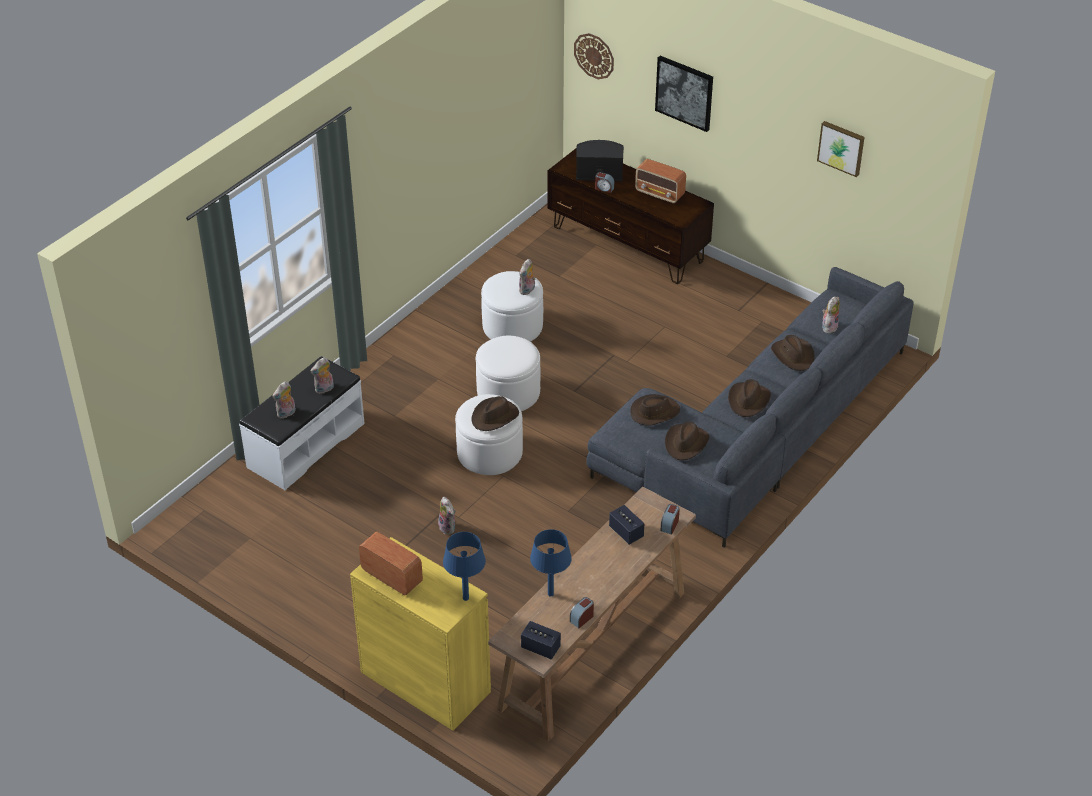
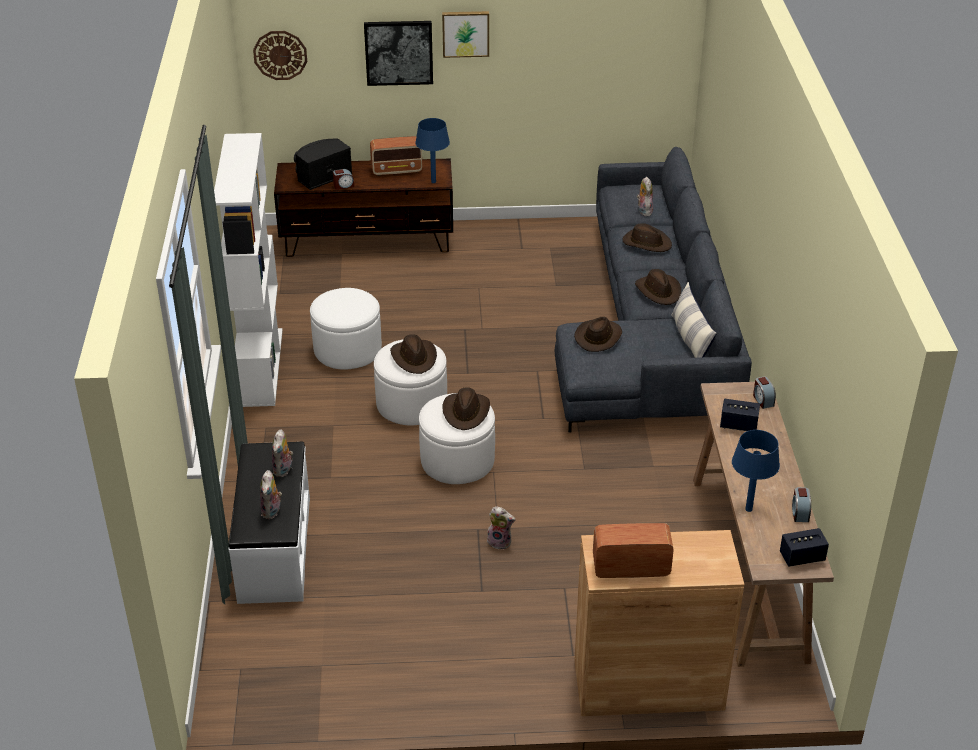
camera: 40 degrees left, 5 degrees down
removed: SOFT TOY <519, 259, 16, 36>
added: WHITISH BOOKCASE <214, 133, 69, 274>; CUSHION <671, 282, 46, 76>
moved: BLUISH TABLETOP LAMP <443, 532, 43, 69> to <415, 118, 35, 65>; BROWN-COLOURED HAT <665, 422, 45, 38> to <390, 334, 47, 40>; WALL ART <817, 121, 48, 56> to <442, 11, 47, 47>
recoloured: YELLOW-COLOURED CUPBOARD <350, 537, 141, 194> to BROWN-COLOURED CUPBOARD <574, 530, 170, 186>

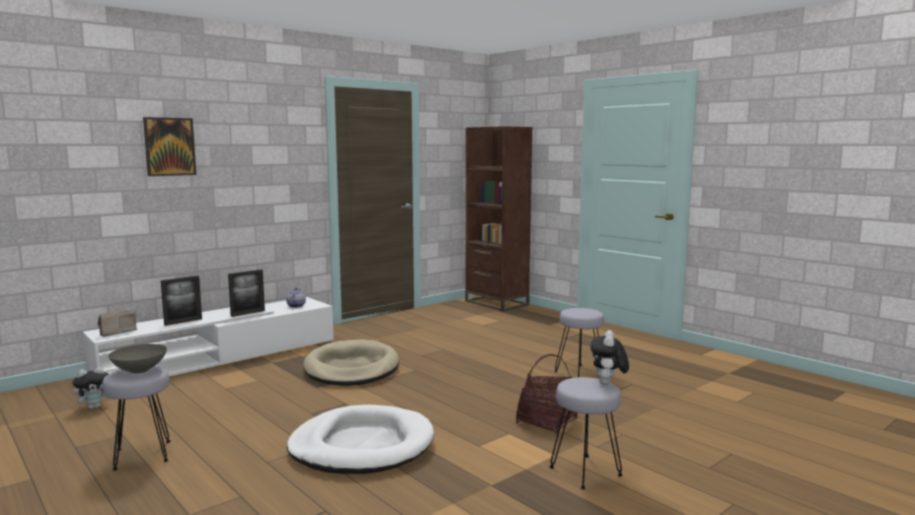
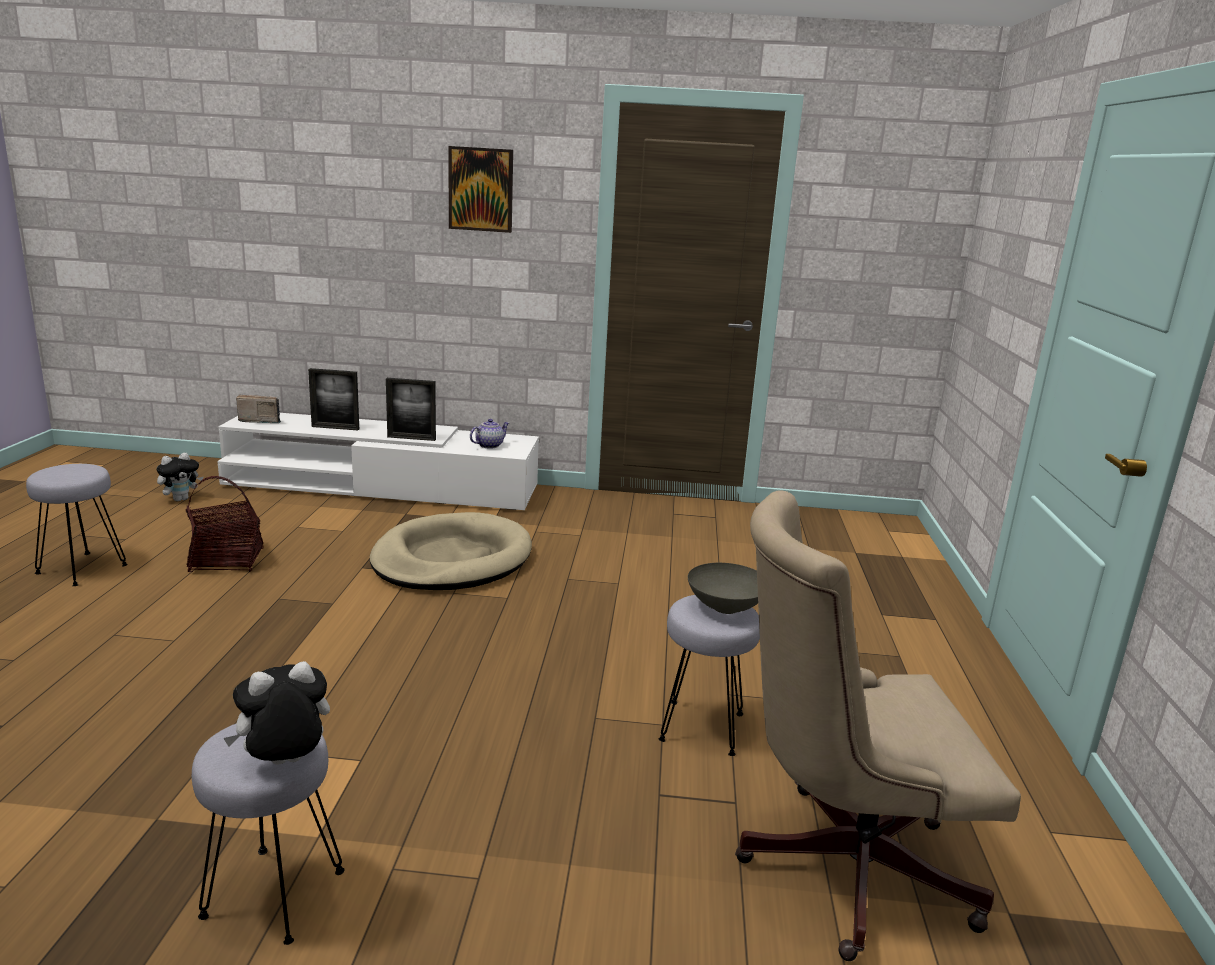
camera: 45 degrees right, 10 degrees up
removed: WHITISH DOG BED <287, 405, 147, 69>; BROWN-COLOURED BOOKCASE <465, 126, 68, 185>
added: BEIGE-COLOURED OFFICE CHAIR <735, 490, 286, 471>
moved: GREYISH BOWL <109, 344, 58, 30> to <688, 563, 70, 51>; WALL ART <143, 117, 53, 59> to <448, 146, 65, 87>; BASKET <516, 354, 62, 79> to <186, 476, 77, 96>
turned: SOFT TOY <73, 367, 36, 42> = <157, 452, 46, 49> 60 degrees counterclockwise

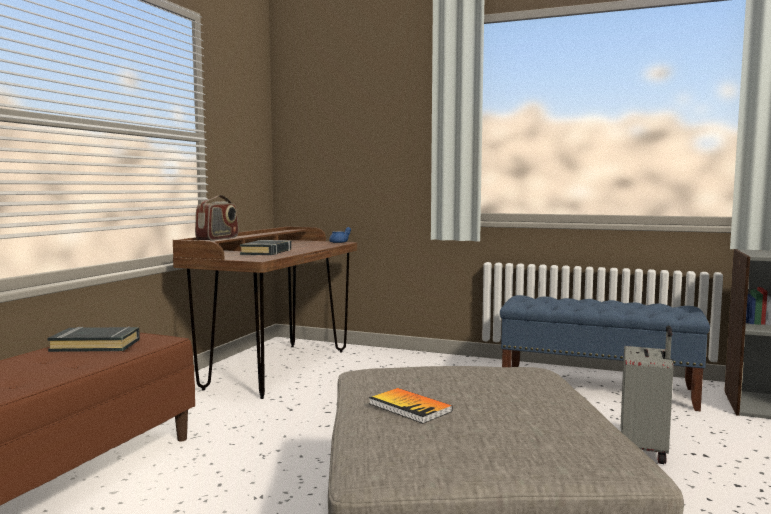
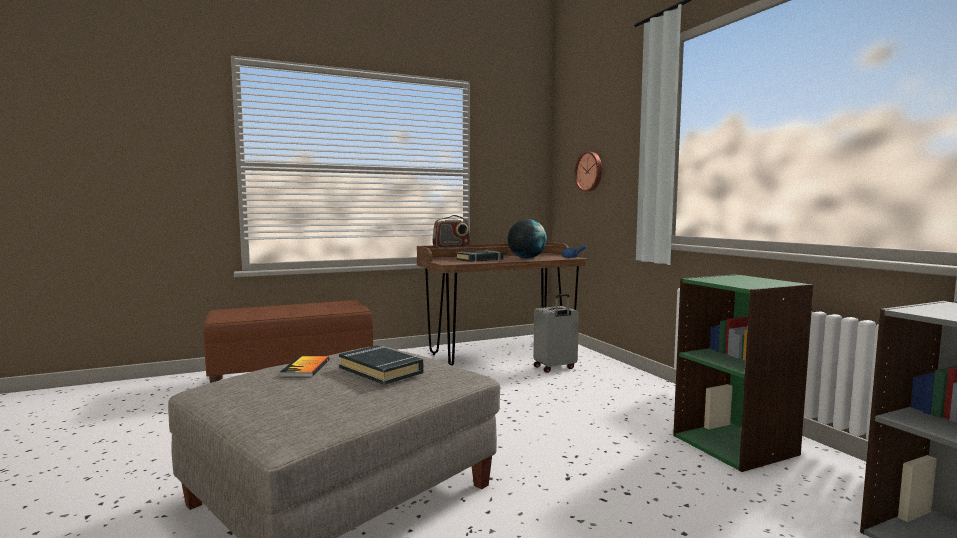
camera: 45 degrees right, 0 degrees up
added: DESK GLOBE <508, 219, 39, 40>; WALL CLOCK <574, 152, 28, 40>
moved: BLACKISH BOOK <47, 326, 93, 26> to <339, 345, 85, 40>; GREYISH SUITCASE <621, 326, 53, 138> to <534, 294, 45, 79>
replaced: BLUISH INDOOR BENCH <500, 295, 210, 116> to GREEN BOOKCASE <673, 274, 141, 198>

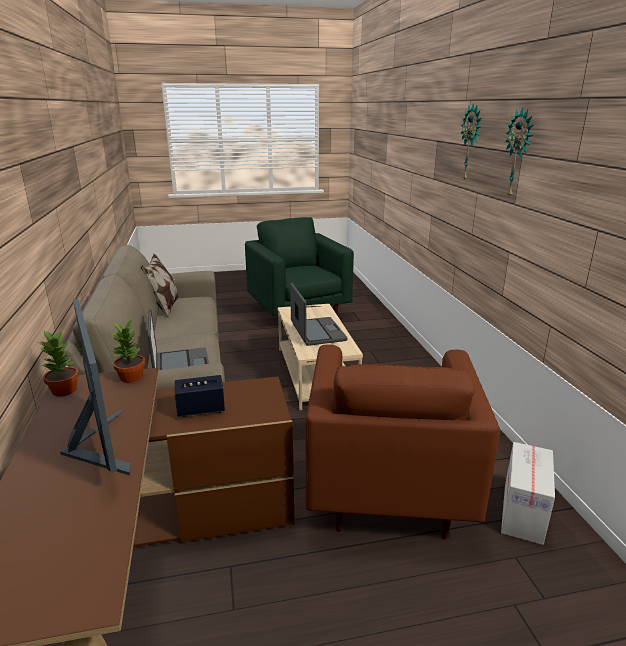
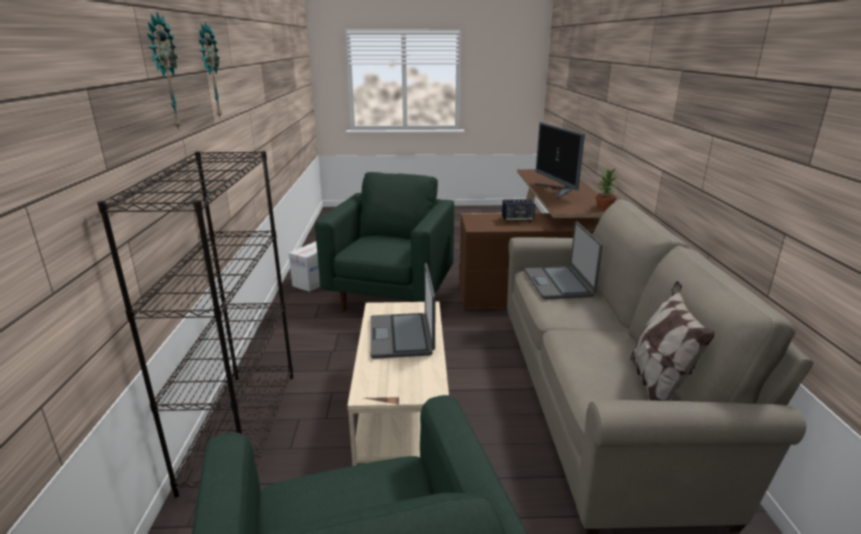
camera: 170 degrees left, 0 degrees up
removed: POTTED PLANT <110, 319, 35, 64>
added: BLACKISH BOOKCASE <97, 151, 196, 346>
recoloured: BROWN-COLOURED LOUNGE CHAIR <305, 344, 195, 195> to GREEN LOUNGE CHAIR <315, 172, 139, 139>

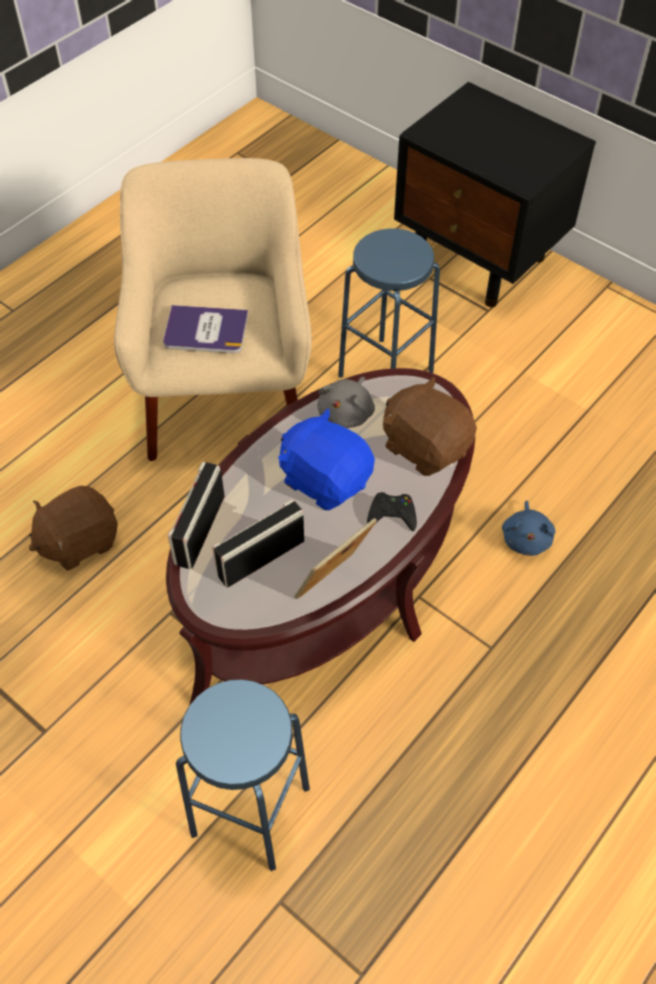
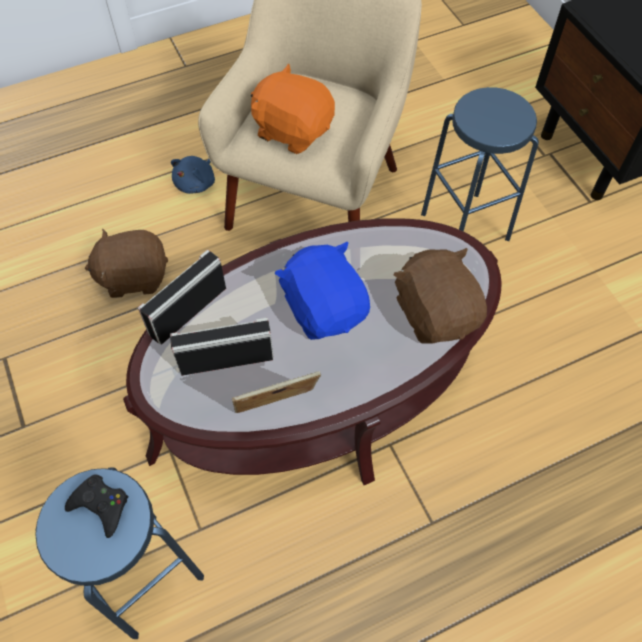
camera: 25 degrees right, 5 degrees up
removed: GREYISH SOFT TOY <317, 377, 58, 51>
moved: BLACKISH GAME CONTROLLER <367, 492, 50, 39> to <65, 474, 63, 64>; BLUISH SOFT TOY <502, 501, 53, 55> to <171, 156, 44, 38>
replaced: BOOK <163, 305, 85, 48> to ORANGEY SOFT TOY <251, 64, 84, 90>

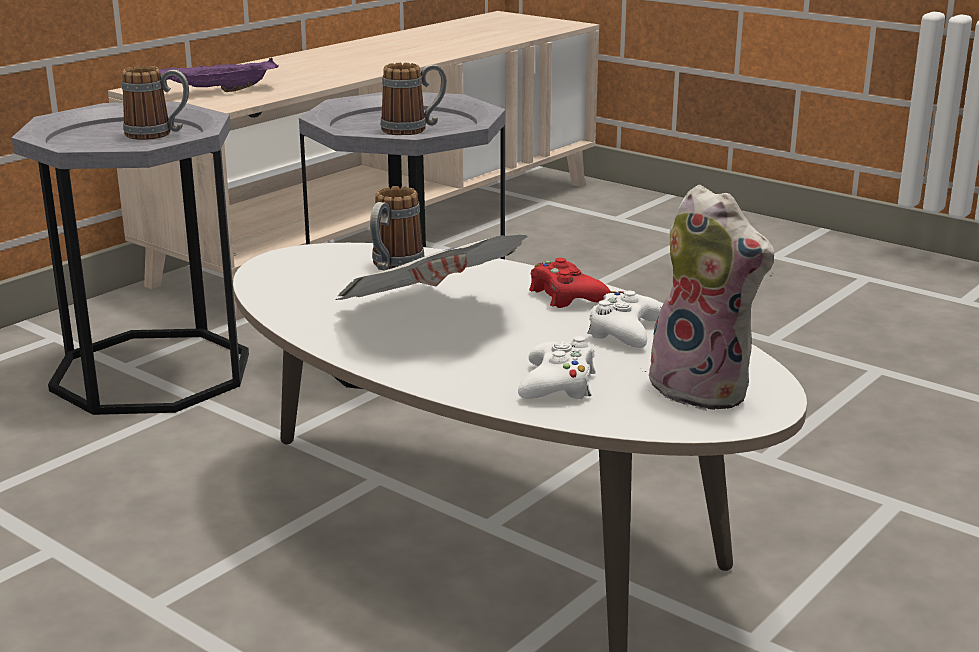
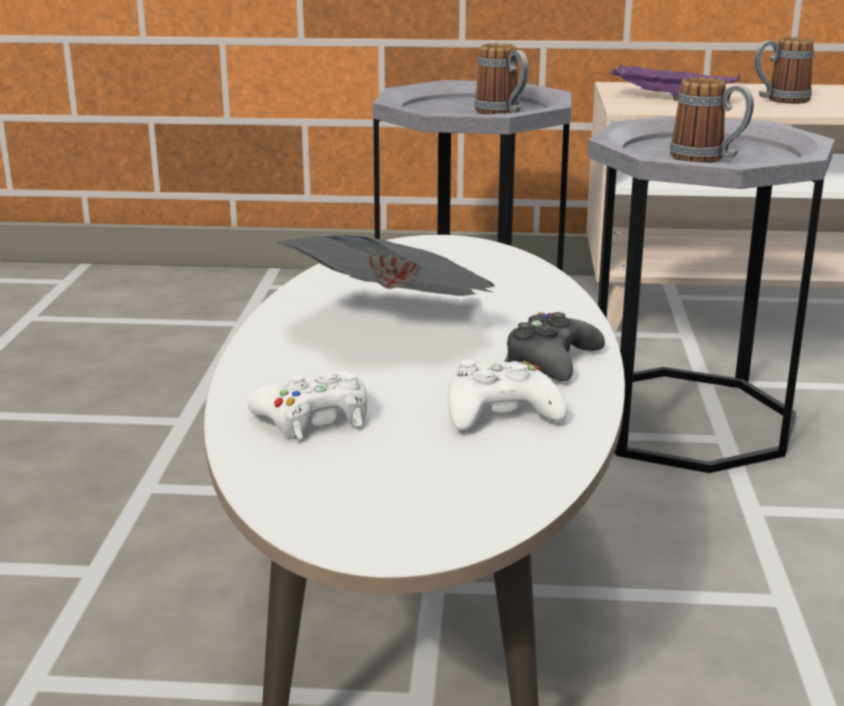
camera: 55 degrees right, 0 degrees up
removed: SOFT TOY <645, 185, 129, 226>
moved: COFFEE MUG <370, 186, 54, 85> to <755, 37, 59, 67>
recoloured: REDDISH GAME CONTROLLER <529, 258, 82, 50> to BLACKISH GAME CONTROLLER <505, 312, 100, 69>

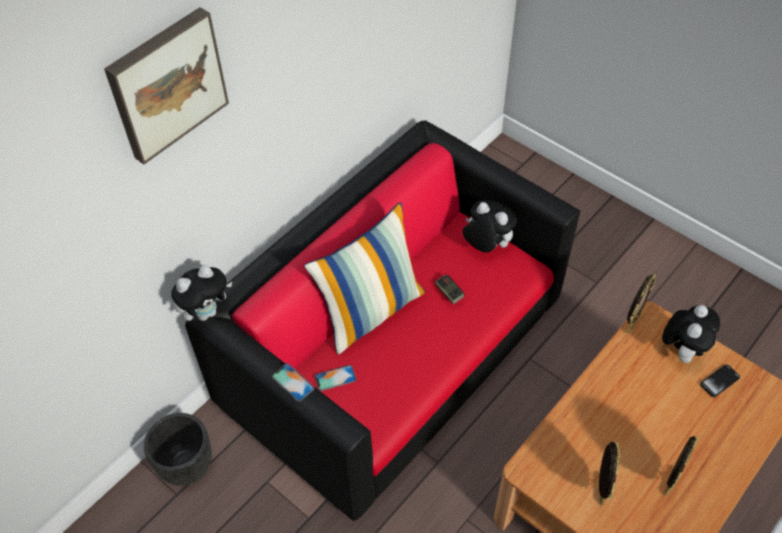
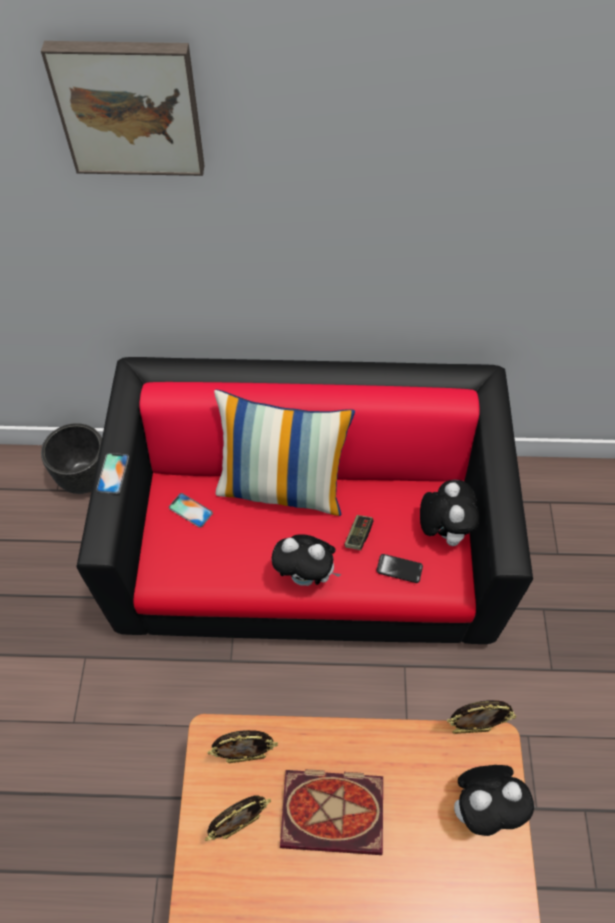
camera: 50 degrees right, 5 degrees up
added: BOOK <280, 769, 103, 86>
moved: SOFT TOY <171, 265, 61, 56> to <271, 534, 70, 52>; STANDING FRAME <665, 436, 34, 60> to <207, 730, 71, 33>; HANDSET <700, 365, 40, 32> to <376, 554, 47, 29>

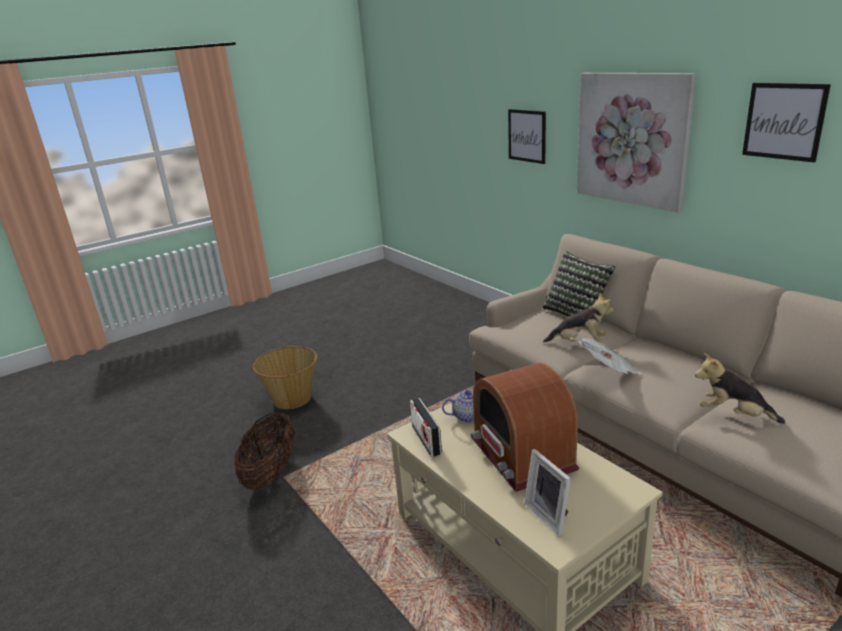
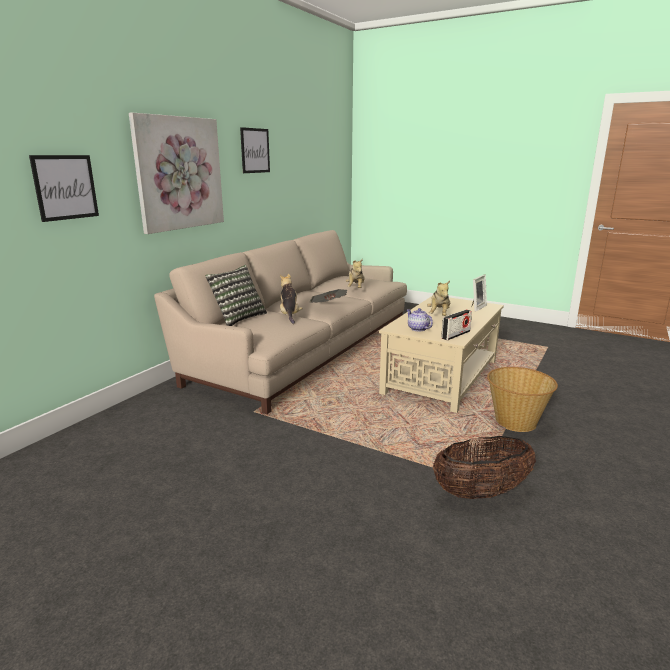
camera: 115 degrees left, 5 degrees down
moved: BASKET <253, 346, 64, 63> to <487, 367, 71, 65>
replaced: RADIO SET <471, 363, 108, 129> to SOFT TOY <427, 280, 23, 36>

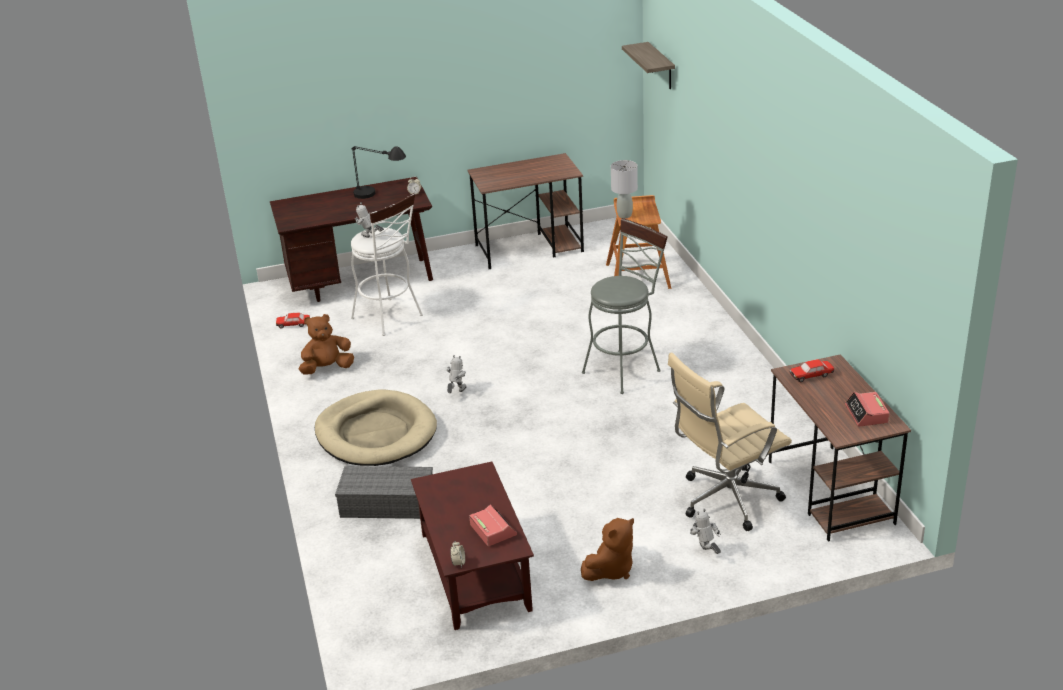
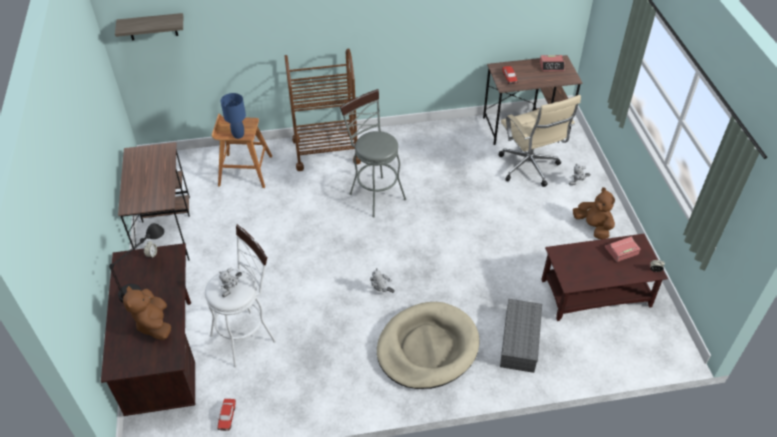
camera: 85 degrees left, 15 degrees up
added: BROWN-COLOURED WHEELED CART <285, 48, 76, 123>
moved: BROWN-COLOURED SOFT TOY <298, 314, 56, 60> to <123, 286, 48, 54>
recoloured: GREYISH TABLETOP LAMP <611, 160, 27, 59> to BLUISH TABLETOP LAMP <221, 93, 25, 46>

